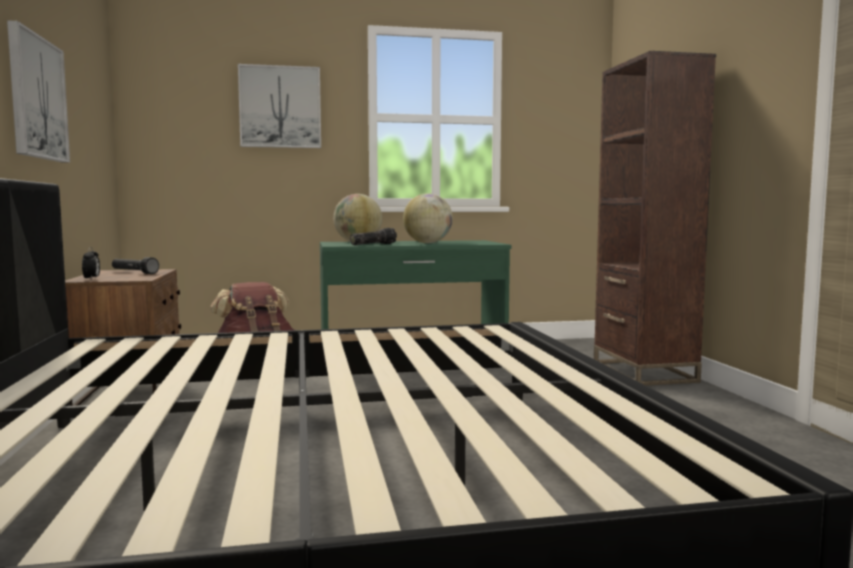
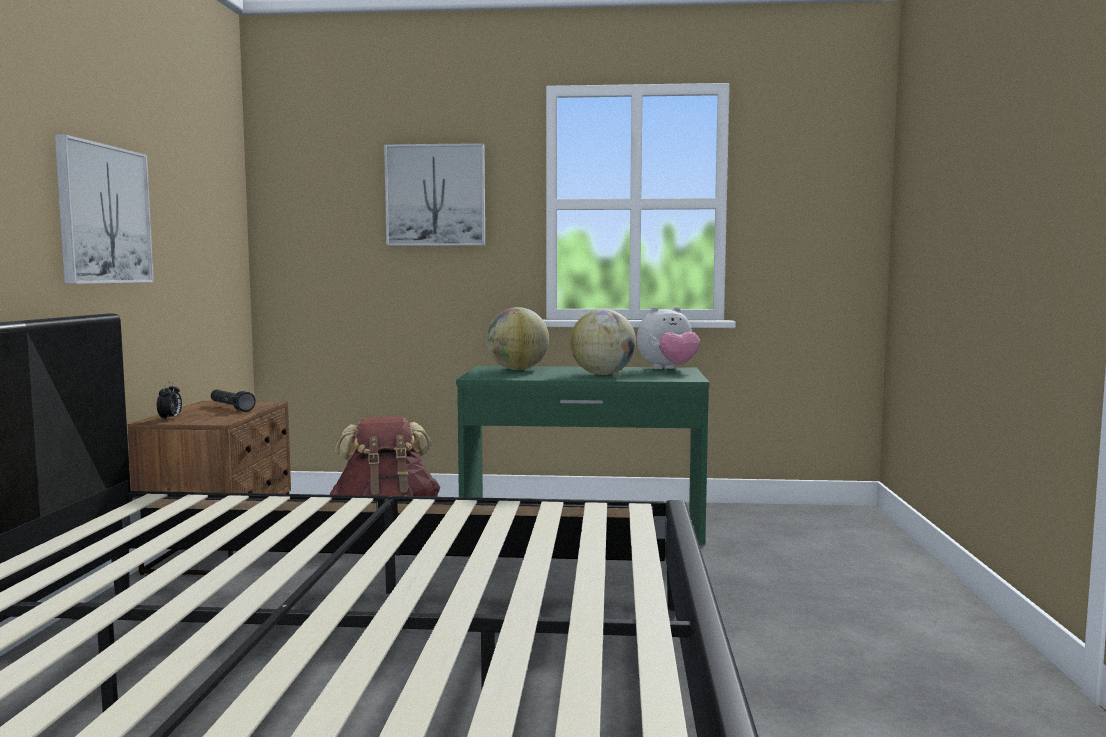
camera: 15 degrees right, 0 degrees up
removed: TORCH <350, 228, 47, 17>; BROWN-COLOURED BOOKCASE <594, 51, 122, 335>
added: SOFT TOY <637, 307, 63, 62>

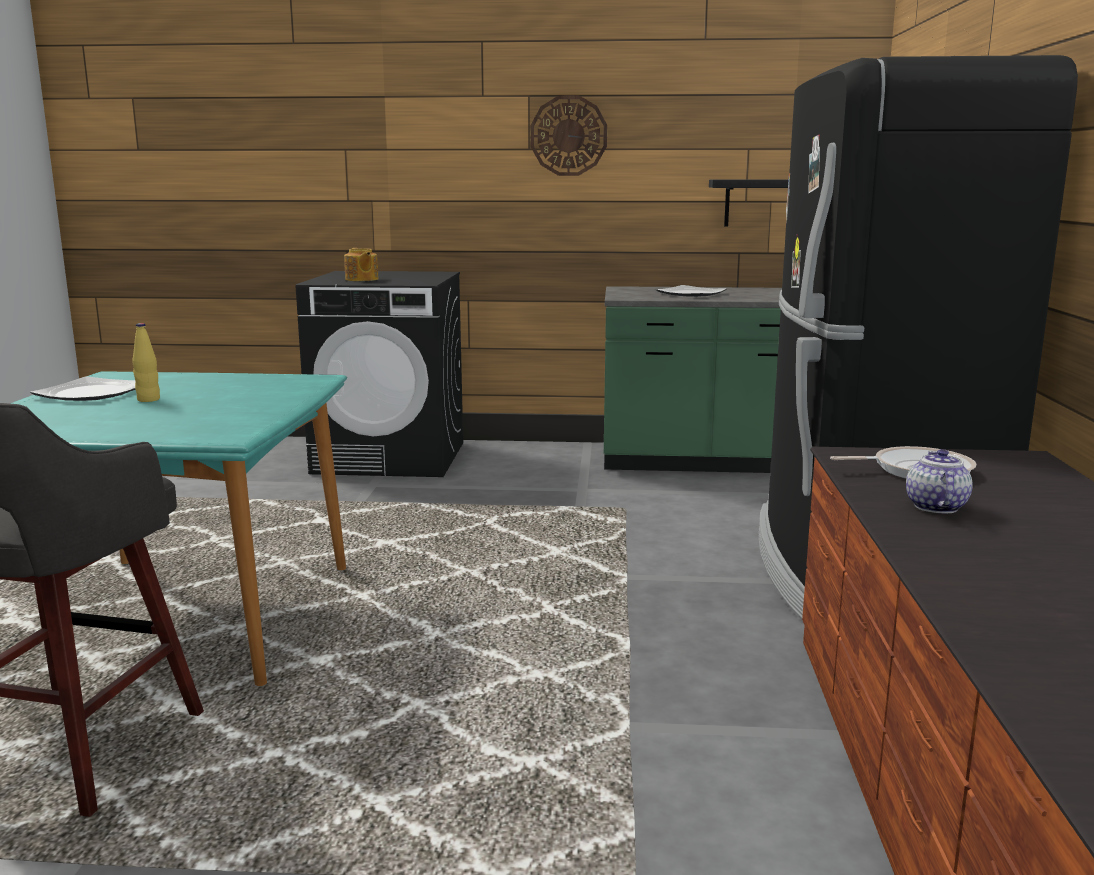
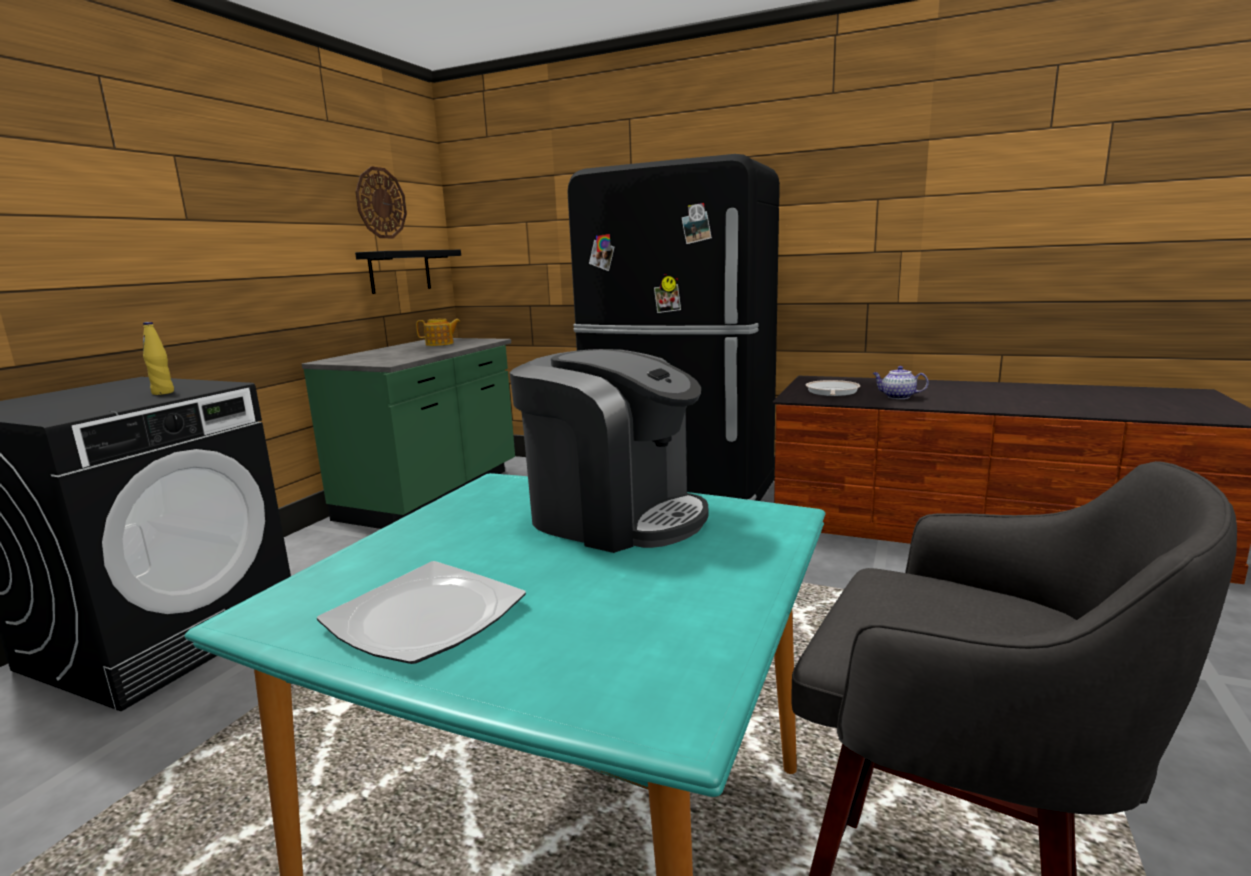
camera: 70 degrees left, 0 degrees up
removed: FLAT DISH <656, 285, 71, 12>
added: COFFEE BREWER <510, 349, 198, 204>
moved: YELLOW-COLOURED DRINK BOTTLE <132, 323, 28, 79> to <143, 322, 31, 73>; TEA POT <344, 248, 35, 33> to <416, 318, 45, 28>; WALL CLOCK <530, 95, 77, 81> to <355, 166, 52, 72>

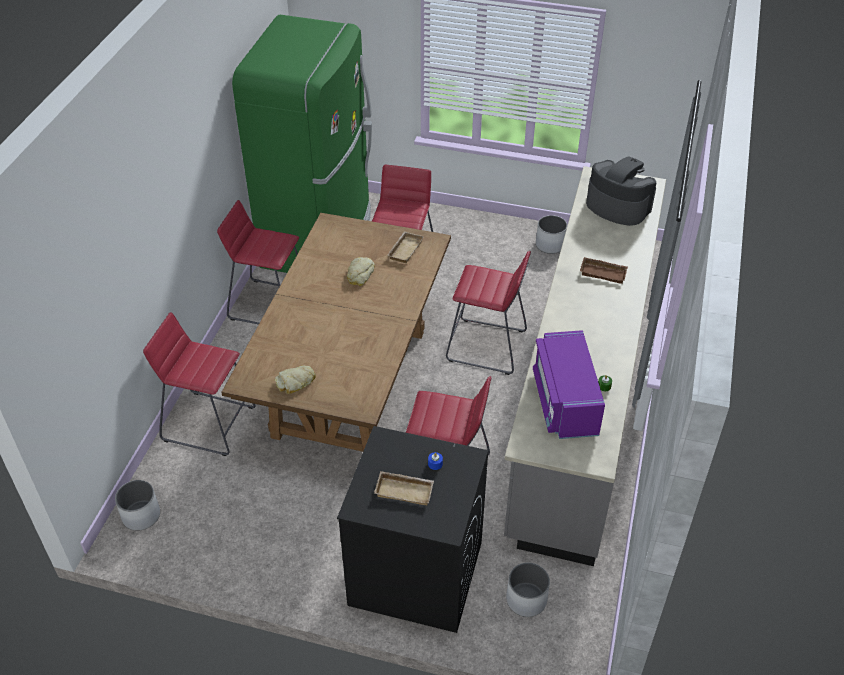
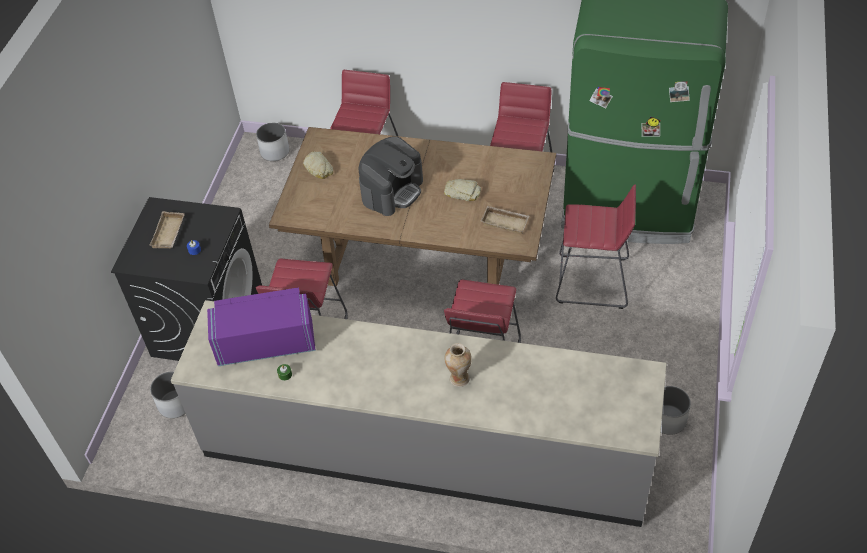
camera: 90 degrees right, 5 degrees up
moved: COFFEE BREWER <586, 157, 70, 69> to <359, 136, 64, 80>
replaced: BROWN-COLOURED TRAY <580, 257, 48, 27> to DECORATIVE VASE <445, 343, 27, 44>

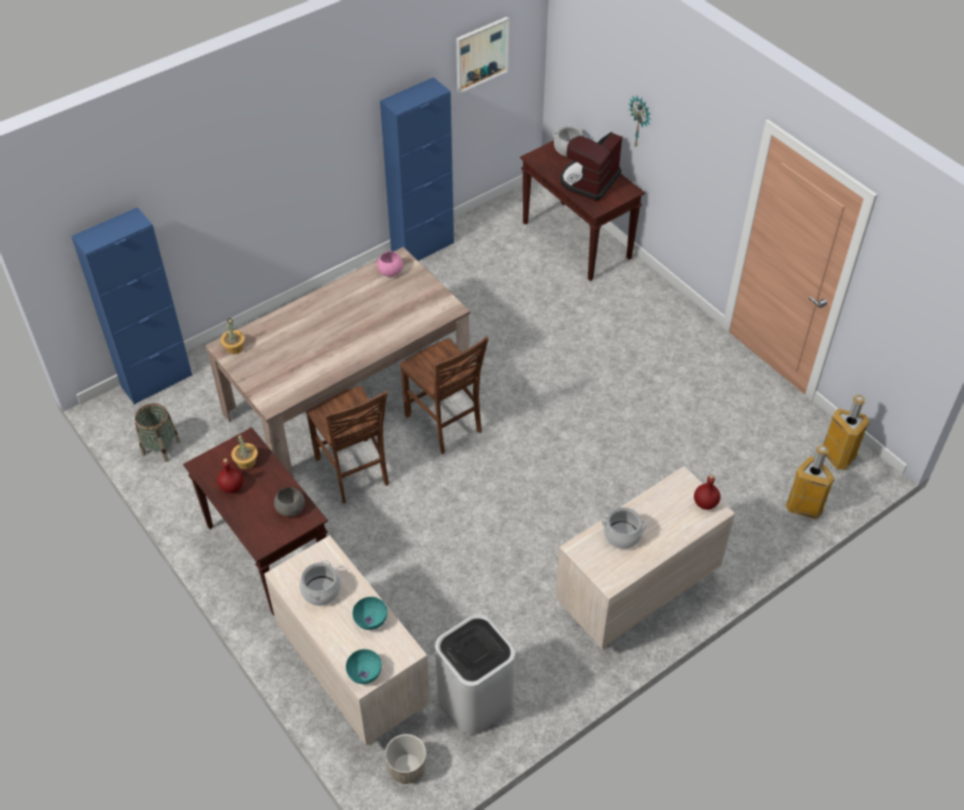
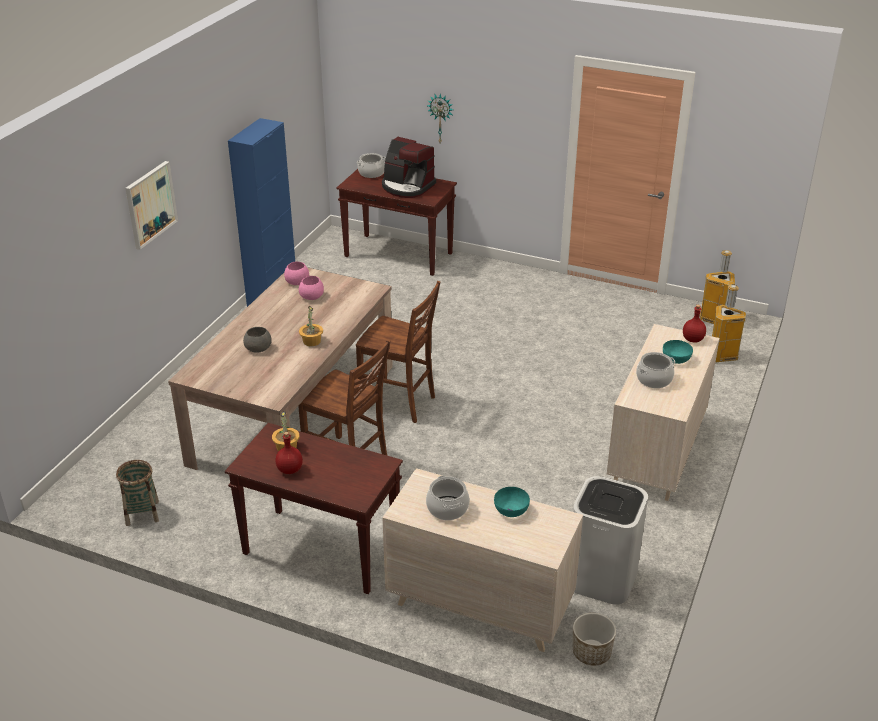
camera: 30 degrees left, 15 degrees down
removed: BLUISH CUPBOARD <71, 207, 121, 198>
added: PINK BOWL <299, 276, 25, 24>
moved: POTTED PLANT <220, 317, 25, 37> to <299, 305, 24, 41>; GREYISH BOWL <274, 487, 31, 29> to <243, 327, 29, 26>; TURQUOISE-COLOURED BOWL <346, 649, 36, 35> to <663, 340, 30, 24>; WALL ART <456, 17, 53, 76> to <125, 161, 53, 89>
turned: COFFEE BREWER <560, 132, 62, 69> = <382, 137, 54, 61> 60 degrees counterclockwise

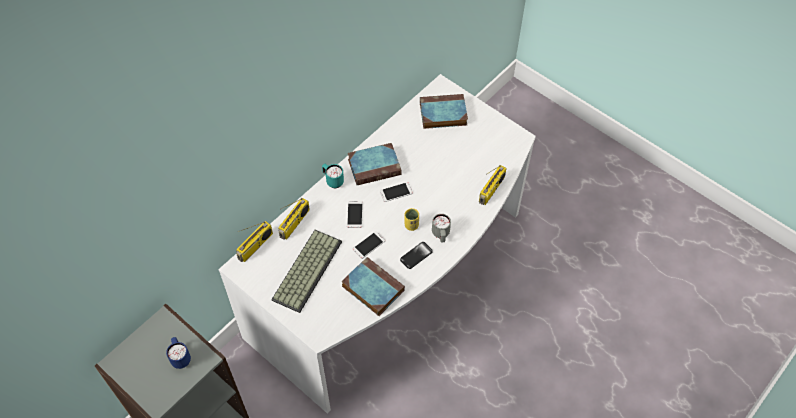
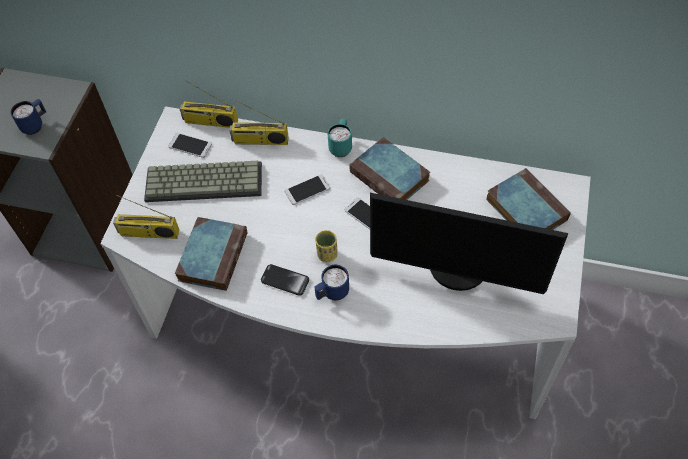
camera: 65 degrees right, 0 degrees up
added: MONITOR <370, 193, 198, 101>
moved: HANDSET <352, 231, 33, 28> to <168, 133, 44, 25>; RADIO SET <479, 165, 27, 40> to <113, 195, 66, 44>
recoloured: GREYISH COFFEE MUG <432, 214, 19, 28> to BLUISH COFFEE MUG <314, 265, 35, 35>

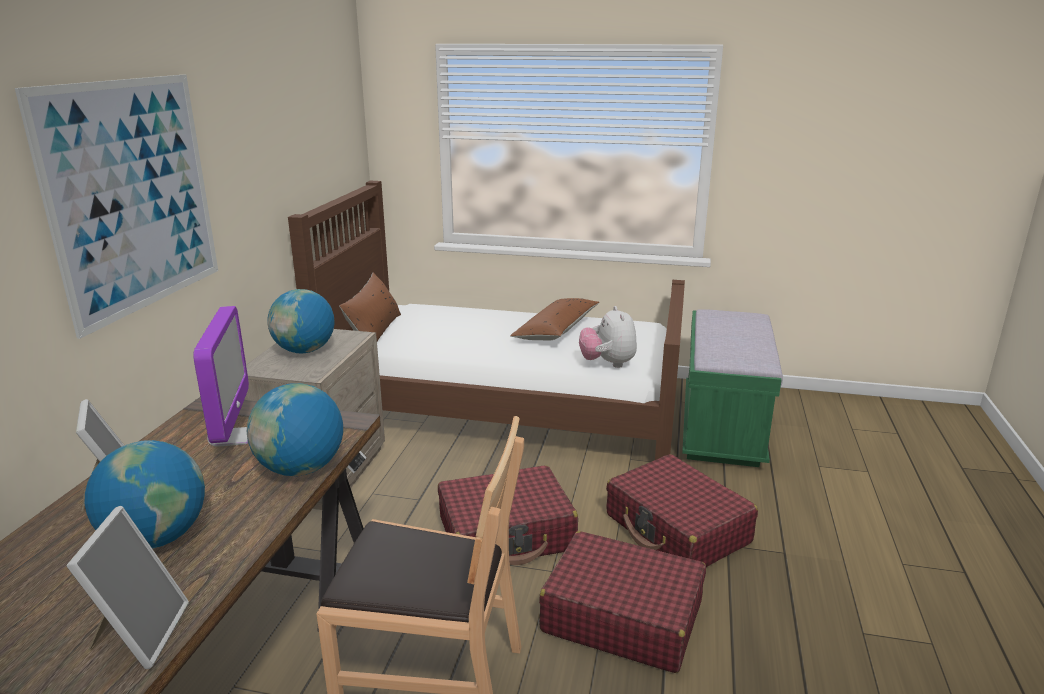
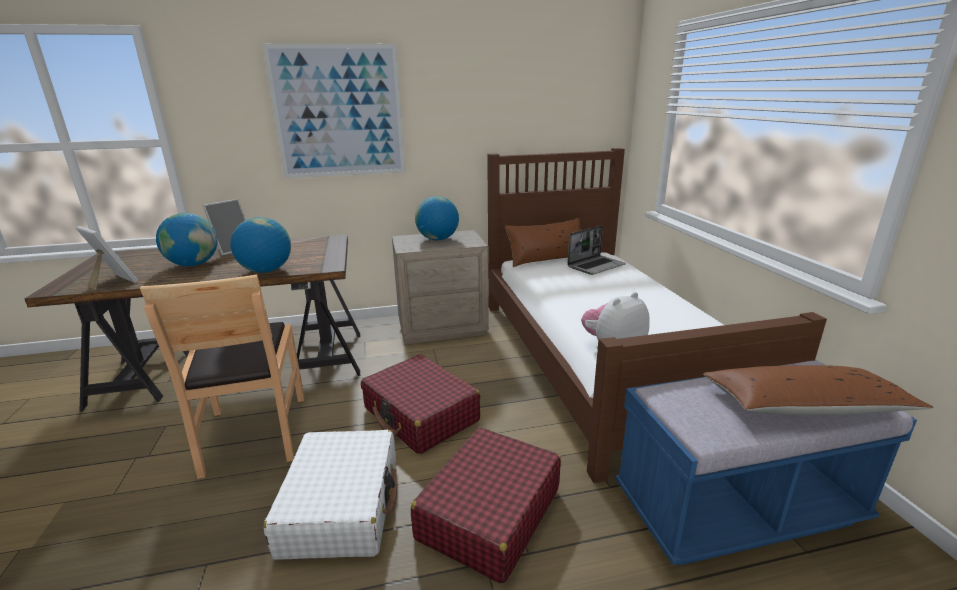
camera: 65 degrees right, 0 degrees up
removed: MONITOR <193, 306, 56, 141>
added: LAPTOP <567, 225, 59, 50>
moved: BROWN-COLOURED CUSHION <510, 298, 90, 43> to <703, 365, 230, 50>
recoloured: REDDISH SUITCASE <539, 531, 167, 142> to WHITISH SUITCASE <263, 430, 134, 130>; GREEN INDOOR BENCH <682, 309, 101, 158> to BLUISH INDOOR BENCH <615, 360, 302, 206>
turned: STANDING FRAME <66, 506, 123, 163> = <76, 226, 62, 64> 120 degrees counterclockwise

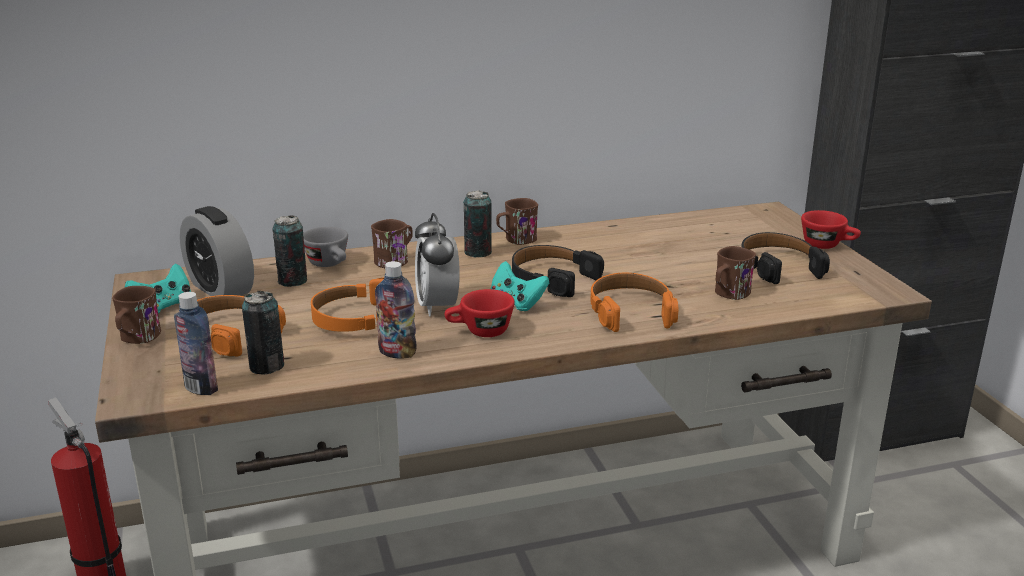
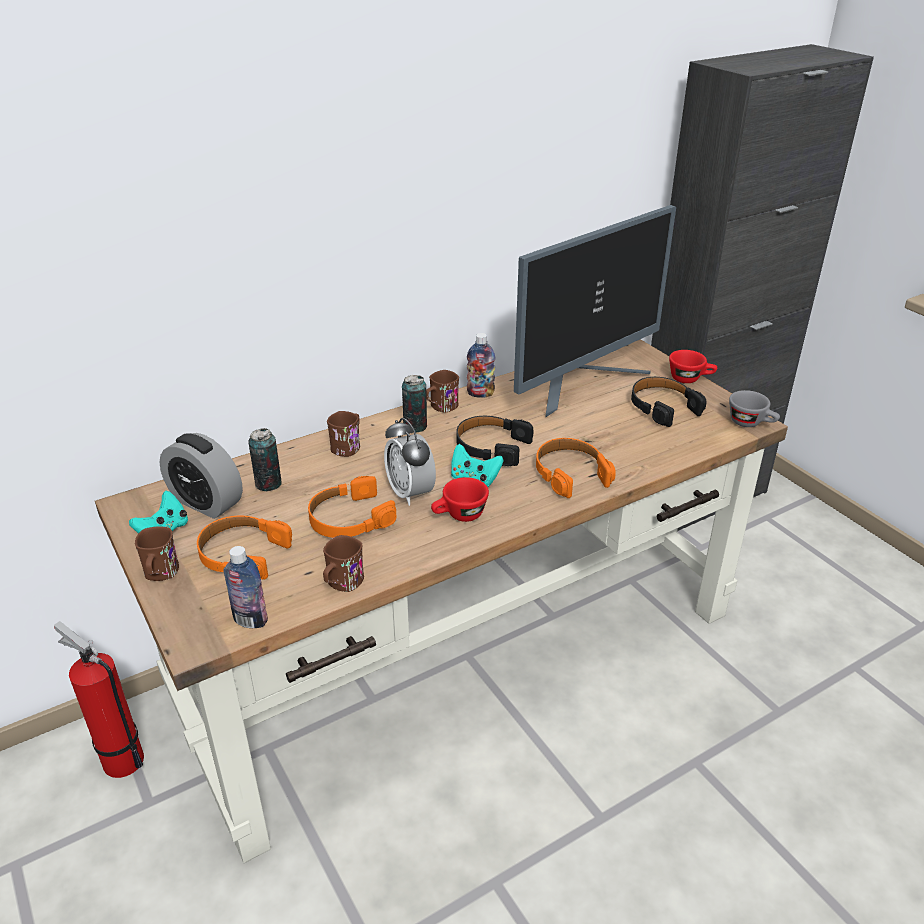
camera: 15 degrees left, 10 degrees up
removed: METAL CAN <242, 291, 42, 84>
added: MONITOR <514, 205, 162, 213>
moved: GREYISH CUP <303, 227, 45, 40> to <729, 390, 51, 37>; DRINK BOTTLE <375, 261, 42, 98> to <467, 333, 29, 65>; BROWN-COLOURED COFFEE MUG <715, 246, 41, 54> to <323, 535, 41, 57>

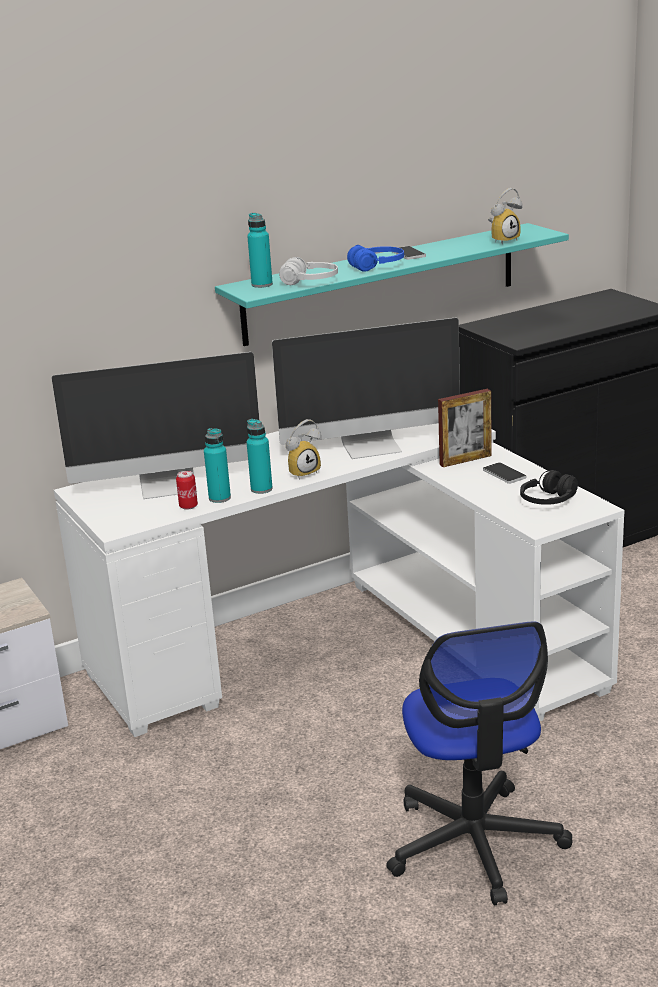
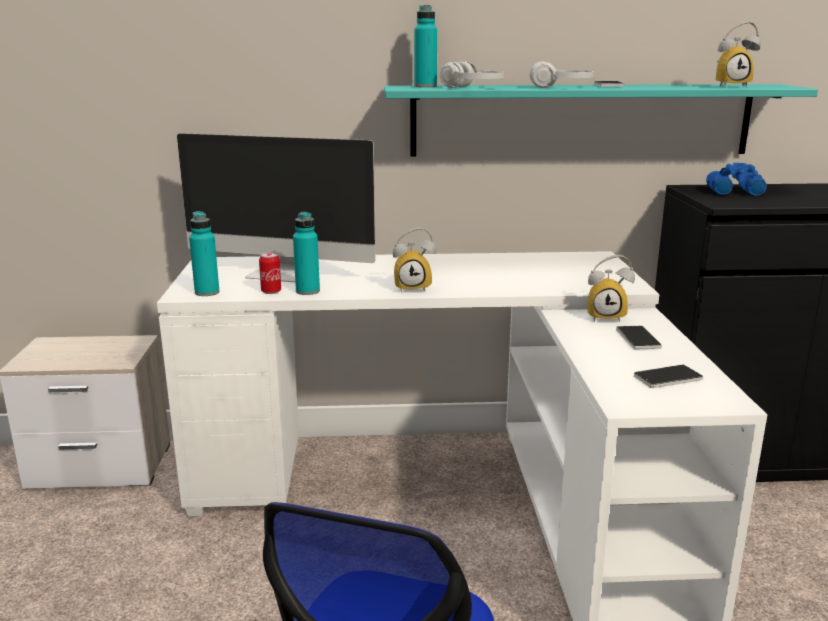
camera: 25 degrees right, 5 degrees down
removed: MONITOR <272, 317, 188, 142>
added: BLUISH BINOCULARS <706, 163, 61, 33>
moved: TURQUOISE-COLOURED DRINK BOTTLE <247, 419, 26, 75> to <189, 211, 31, 85>
replaced: STANDING FRAME <438, 389, 54, 78> to TABLE CLOCK <588, 255, 47, 67>; BLACKISH HEADSET <520, 470, 58, 35> to HANDSET <634, 365, 69, 23>
recoloured: BLUISH HEADSET <347, 245, 57, 27> to WHITISH HEADSET <530, 61, 64, 27>

